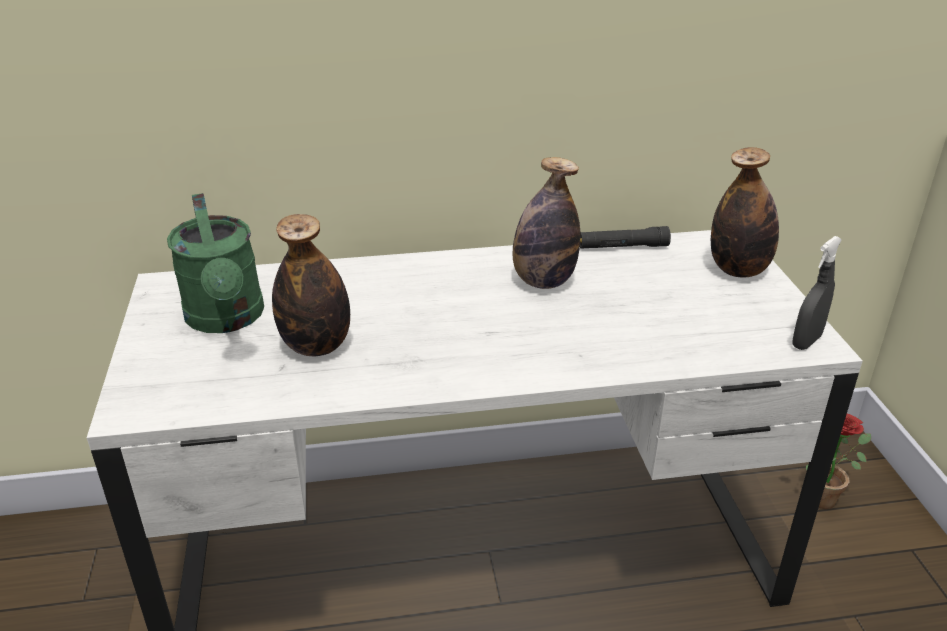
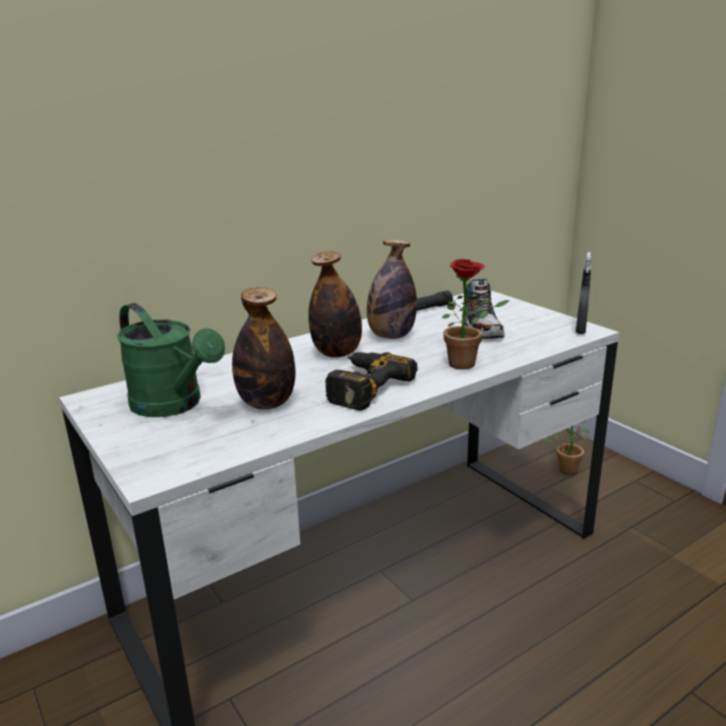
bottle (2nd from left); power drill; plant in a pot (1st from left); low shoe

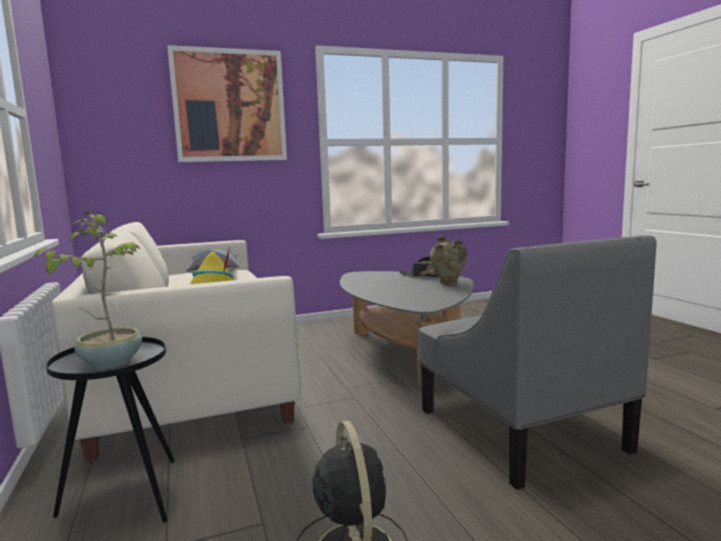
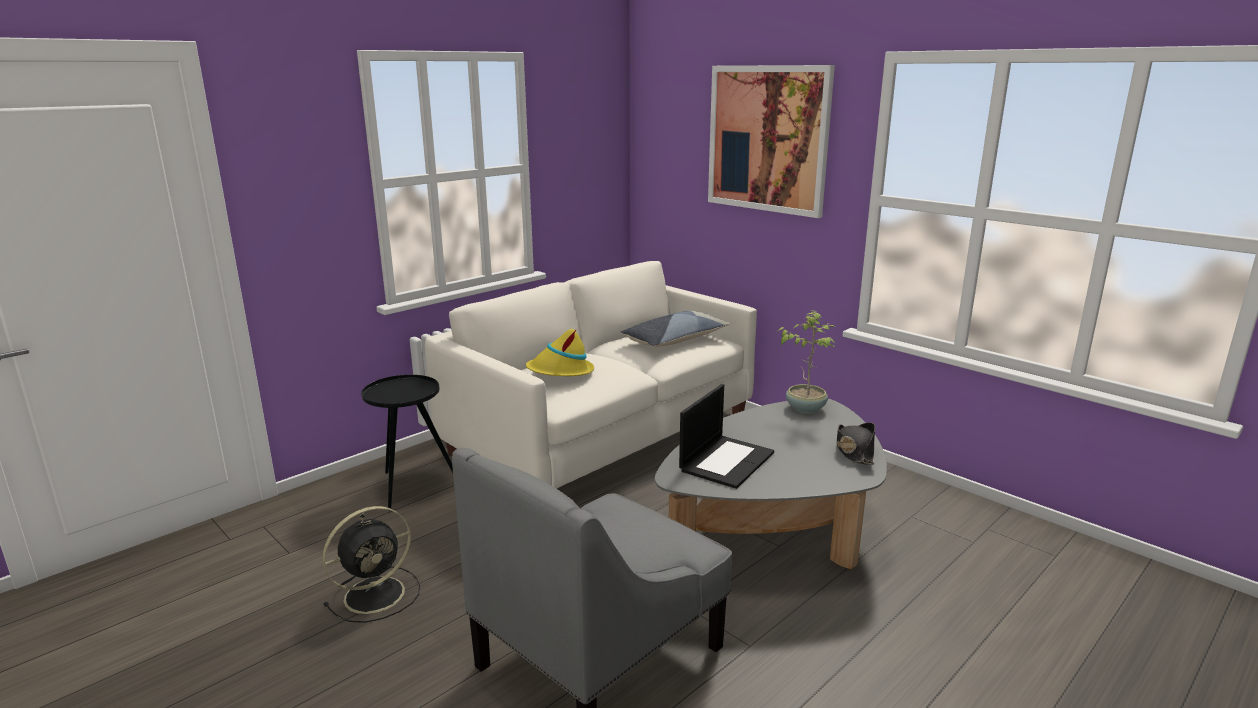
plant in a pot; vase in beige; portable computer

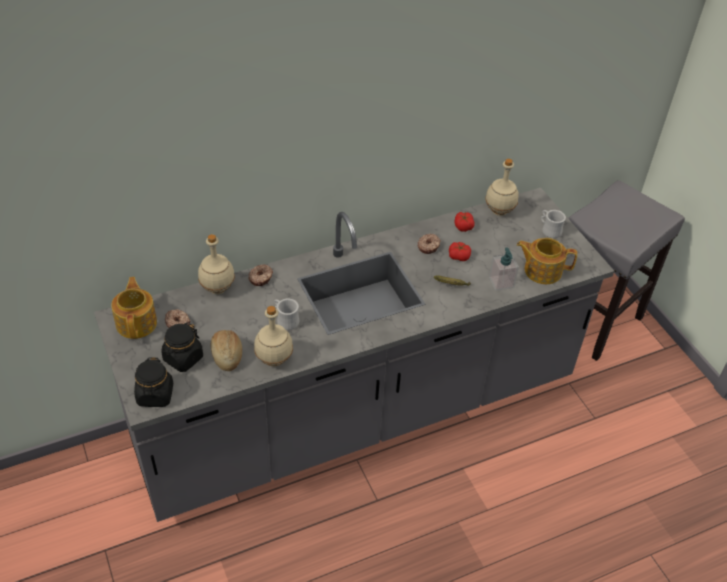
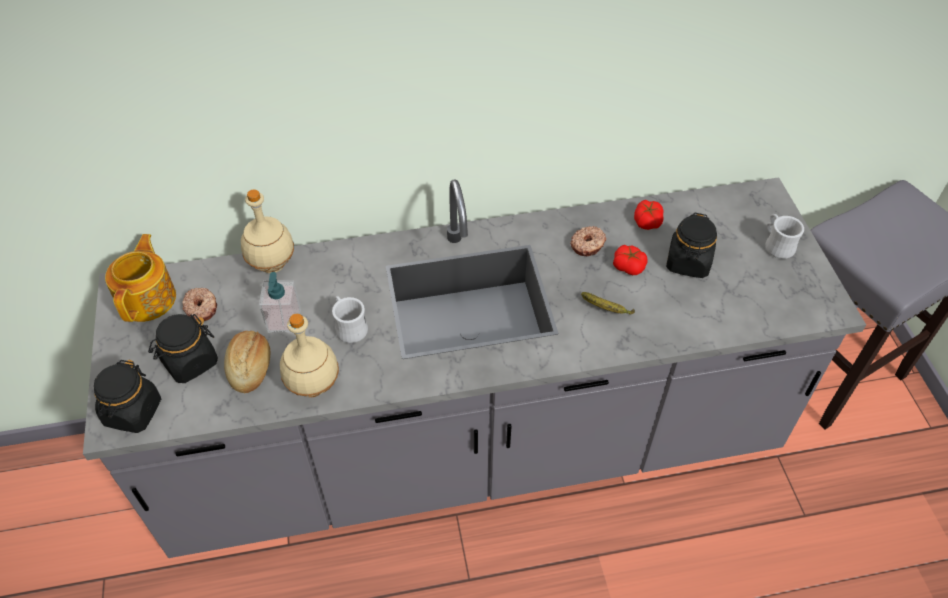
doughnut (2nd from left in the first image); bottle in beige (3rd from left in the first image); soap bottle; teapot (2nd from left in the first image); preserve jar in blackish (3rd from left)

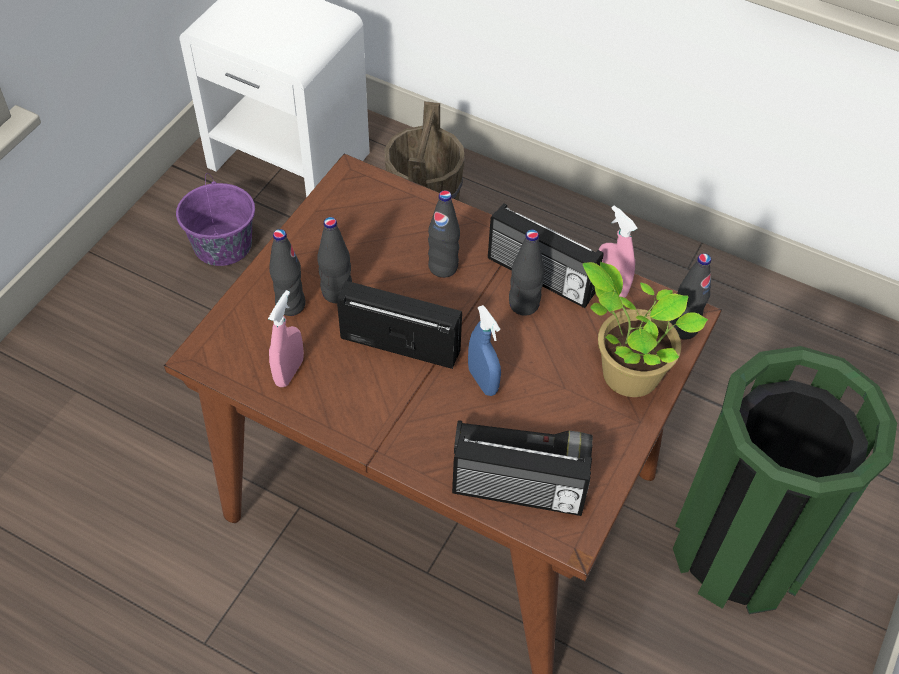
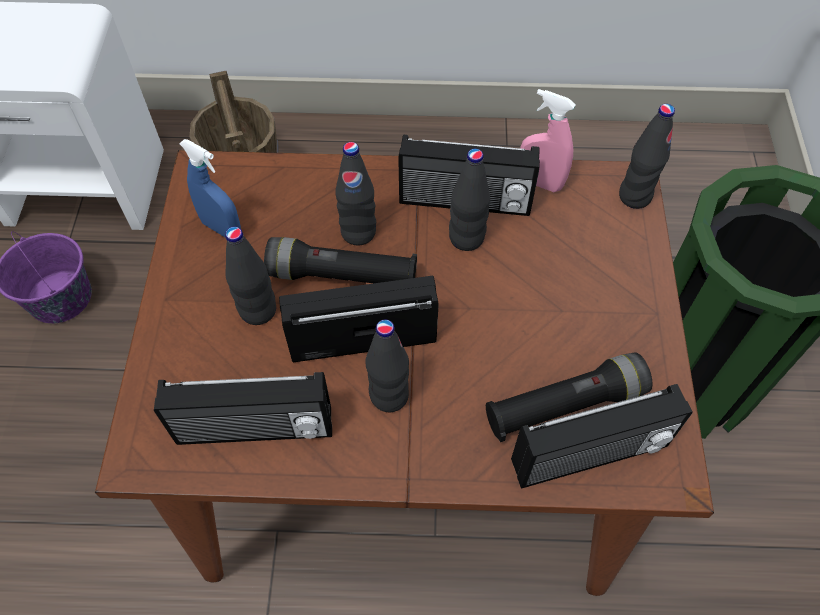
radio (1st from left); bottle in blackish (3rd from left); sprayer in blue; plant in a pot; hand torch in blackish (1st from left)

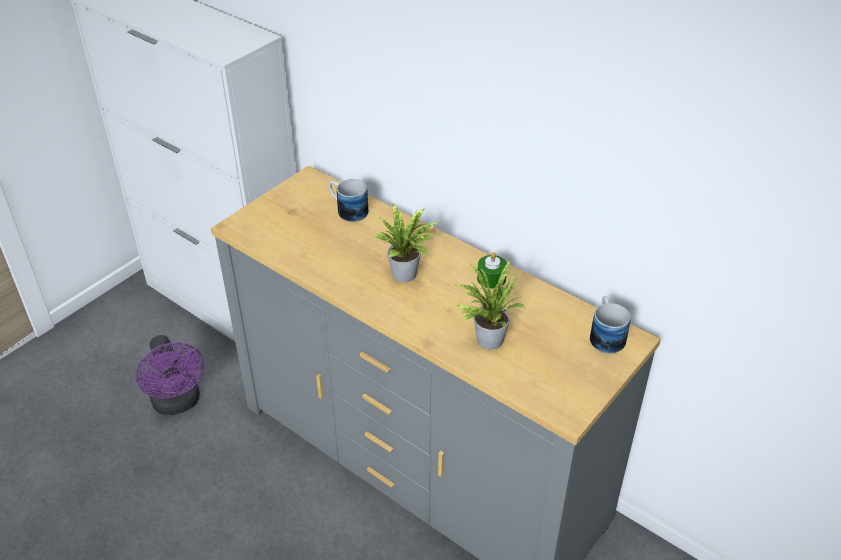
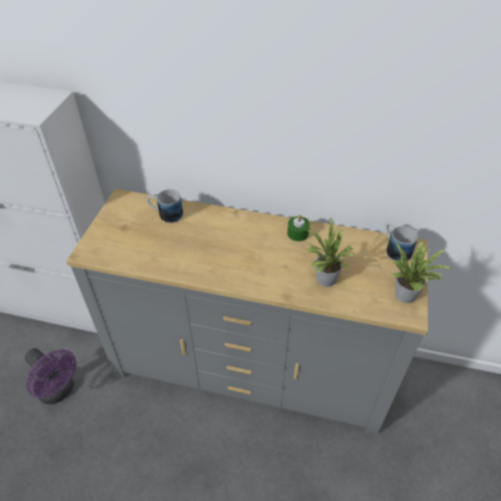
plant in a pot (2nd from left)

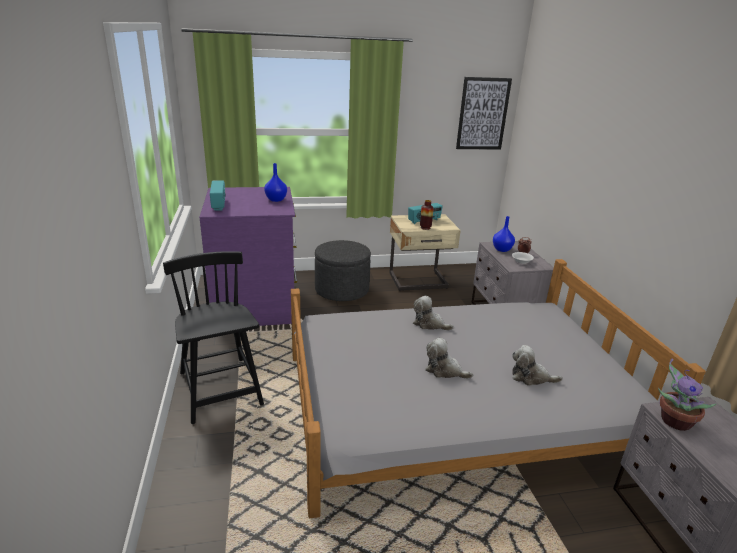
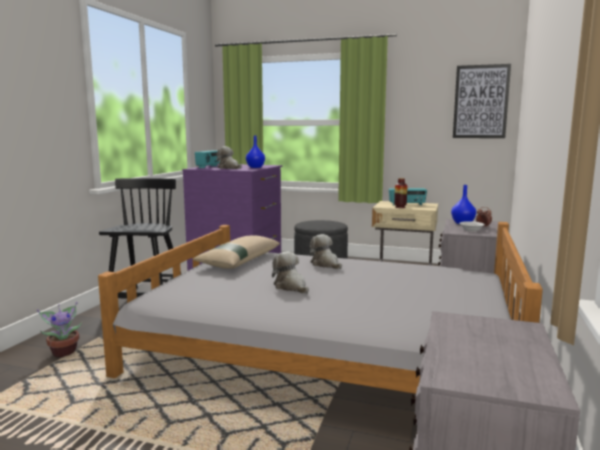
cuddly toy (1st from left); plant in a pot; throw pillow in beige

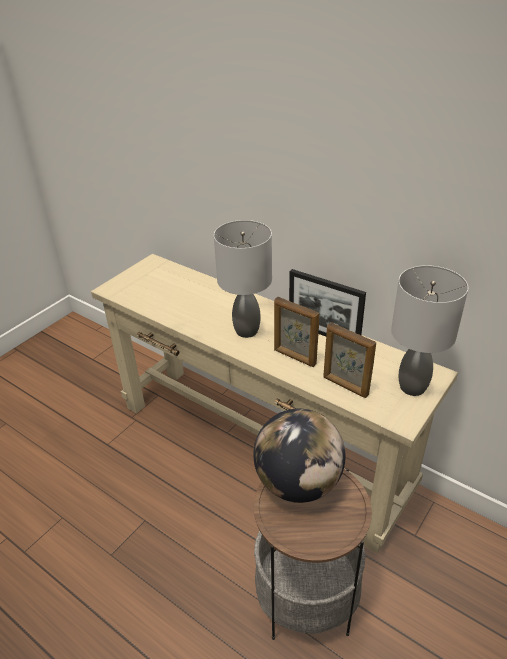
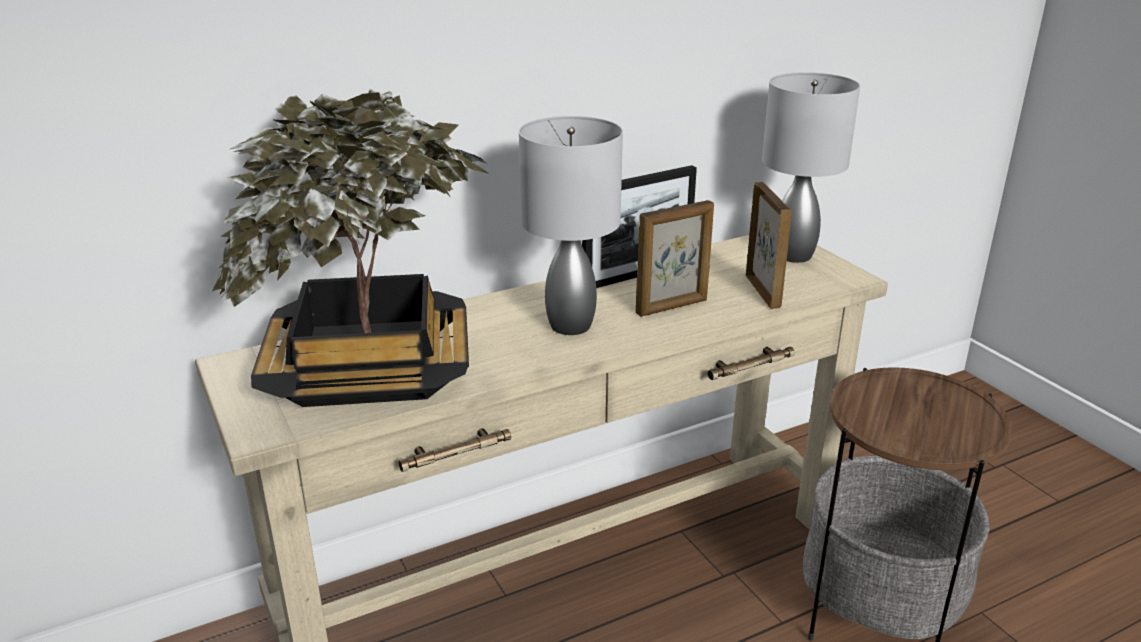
desk globe; picture frame (3rd from left); plant in a pot

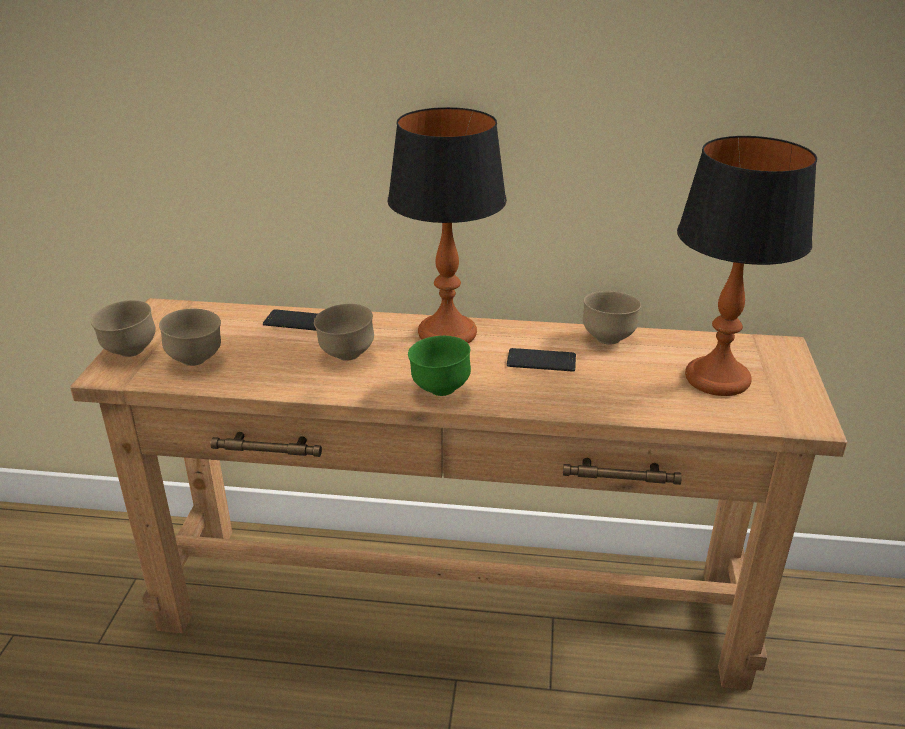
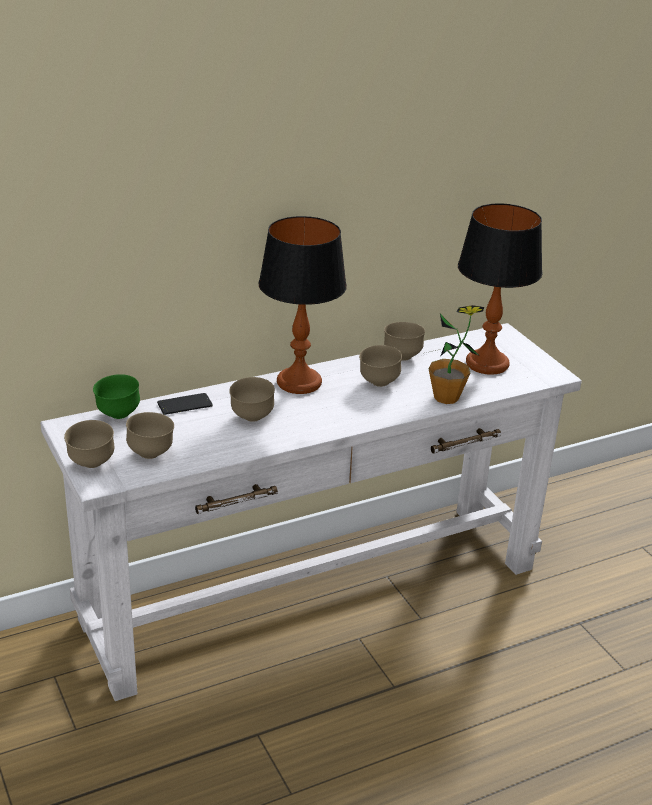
console table in white-coloured; bowl in green-coloured; bowl in brown (4th from left); plant in a pot

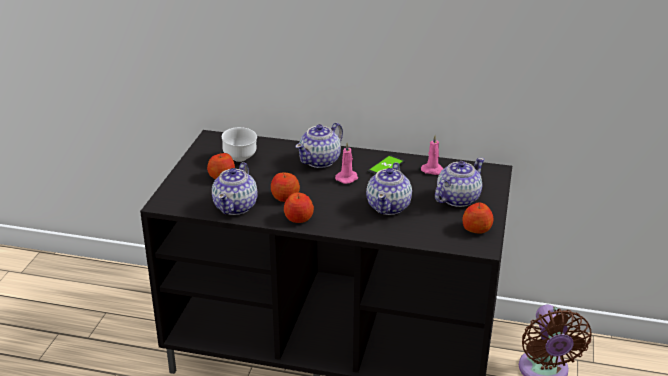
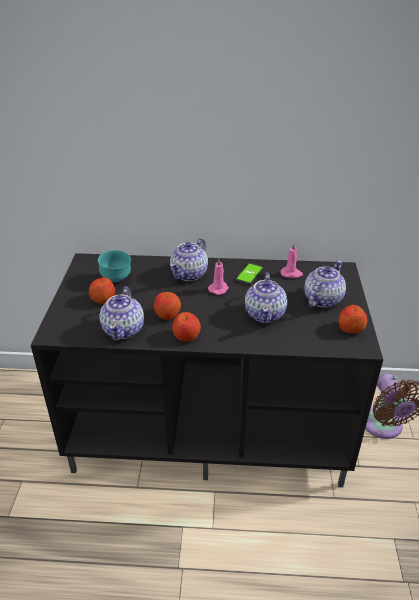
bowl in turquoise-coloured

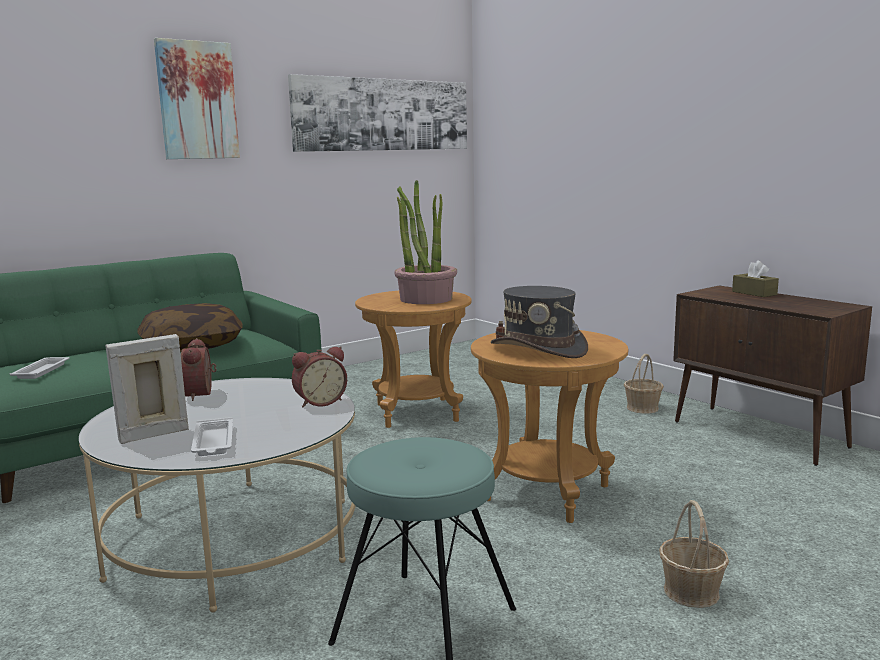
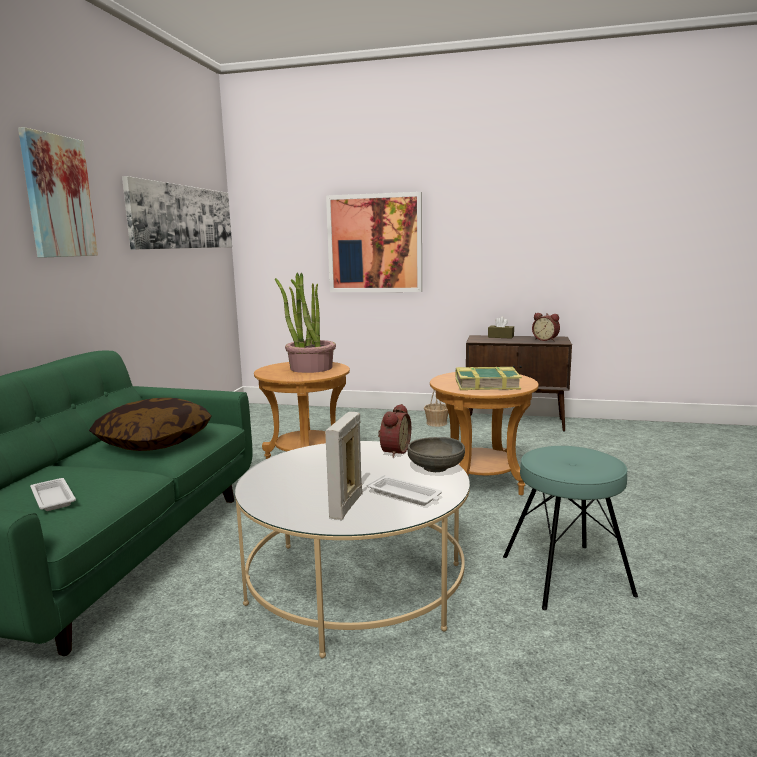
bedside clock (2nd from left); book; storage basket (2nd from left in the first image); picture (3rd from left); bowl in grey

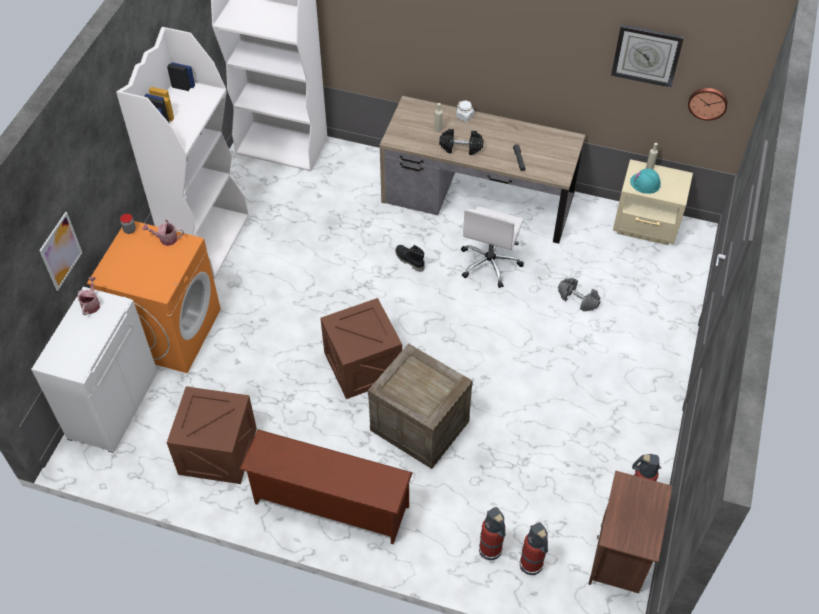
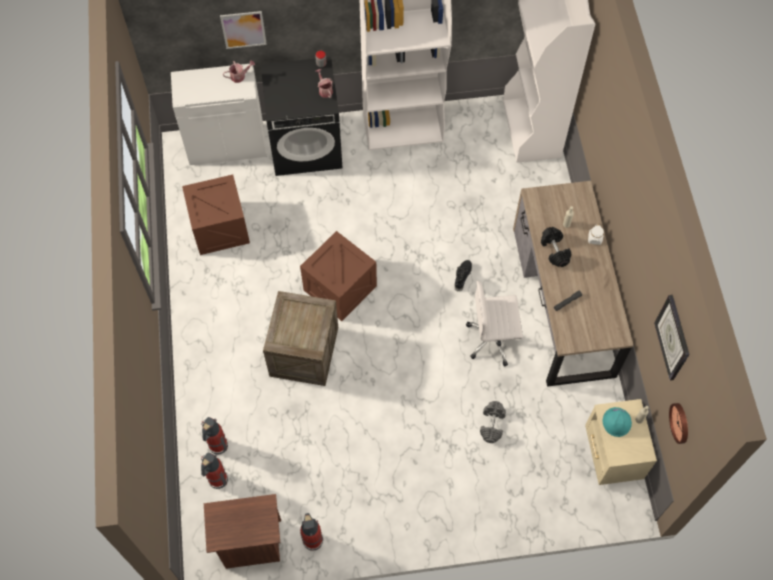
laundry appliance in blackish; shoe shelf in brown

